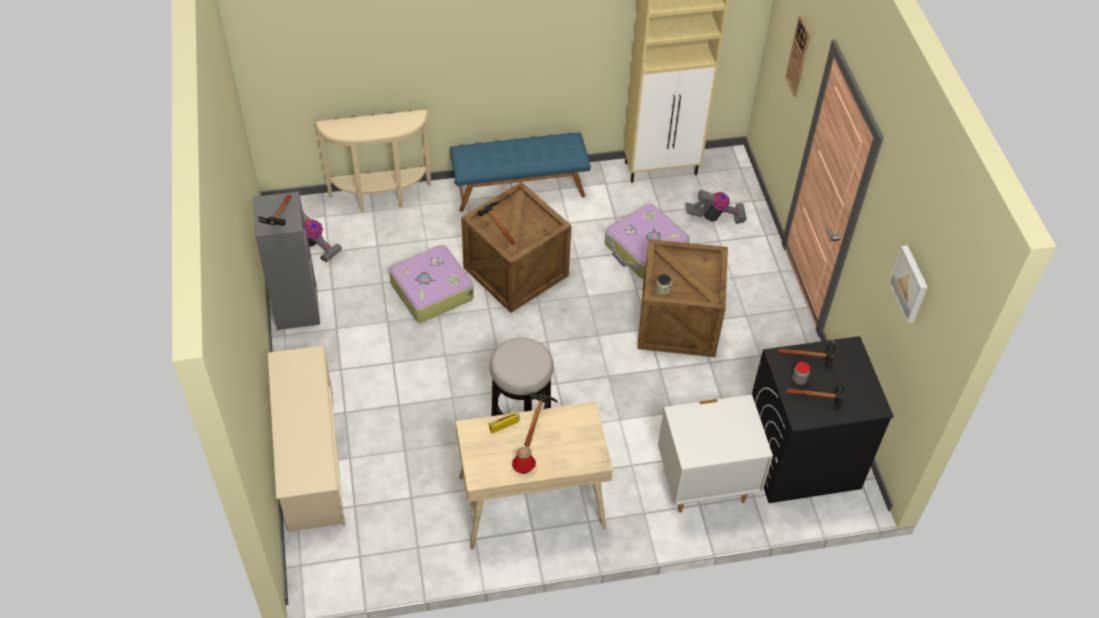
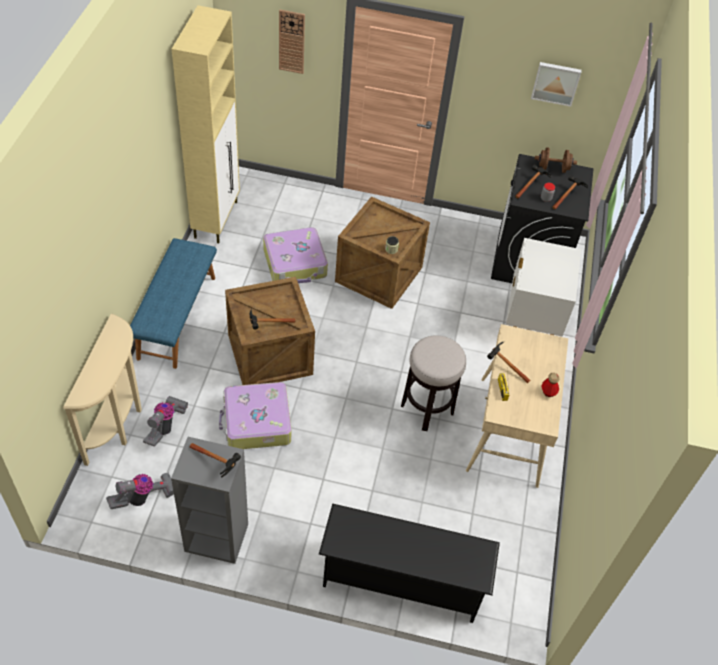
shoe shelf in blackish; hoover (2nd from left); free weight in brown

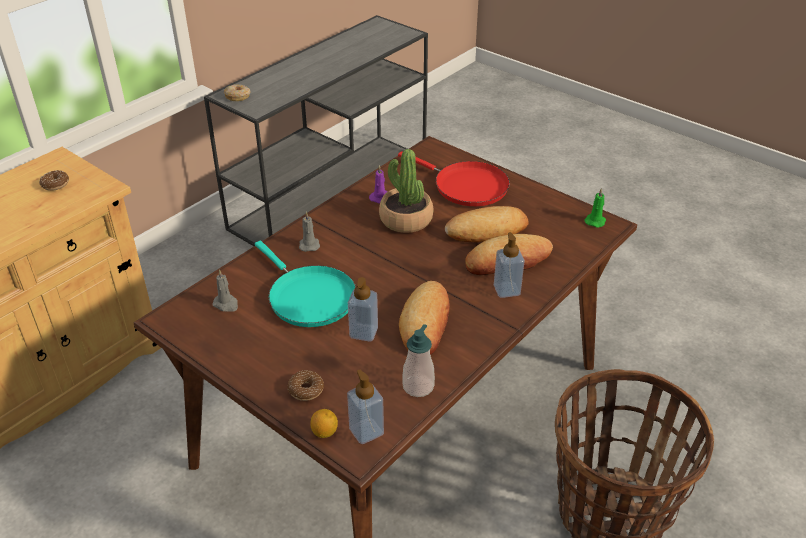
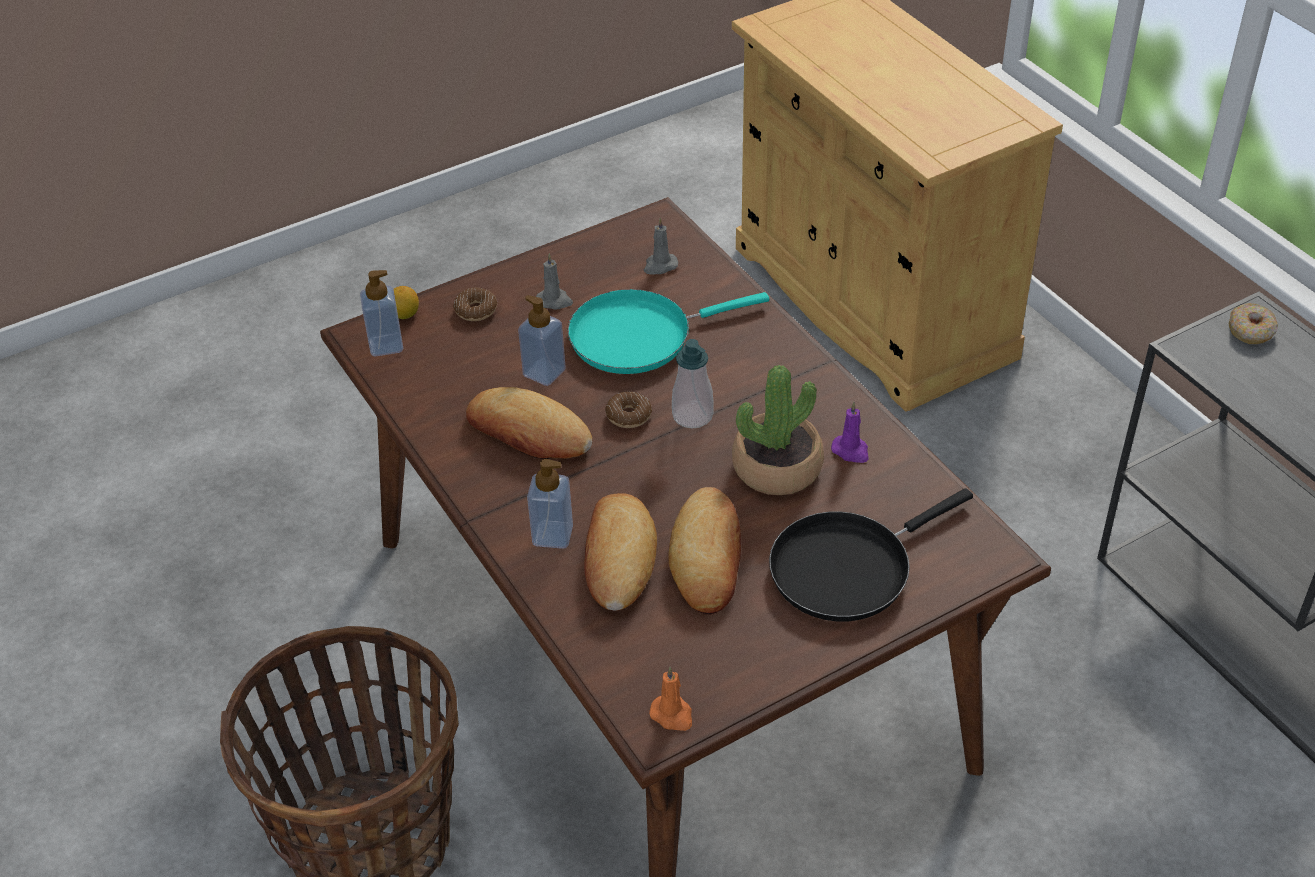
doughnut (2nd from left); wax light in grey (1st from left); skillet in blackish; soap bottle (4th from left); wax light in orangey

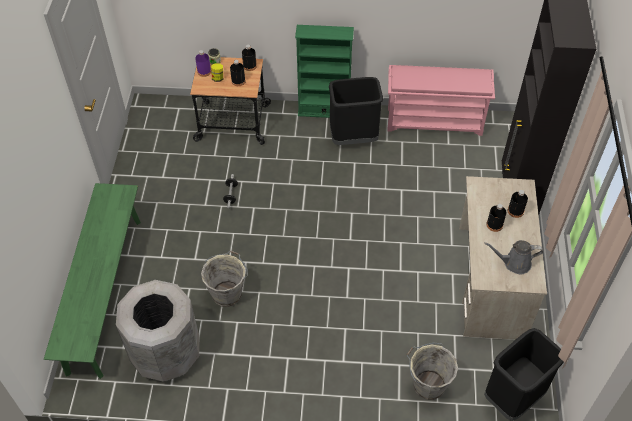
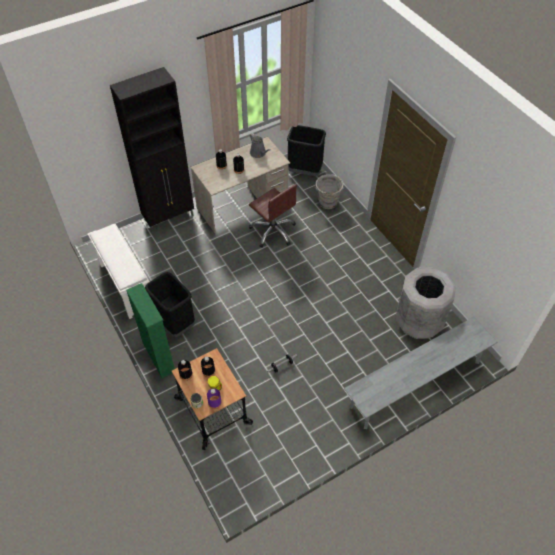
long seat in grey; pail in grey (1st from left in the first image); shoe shelf in white-coloured; computer chair in brown

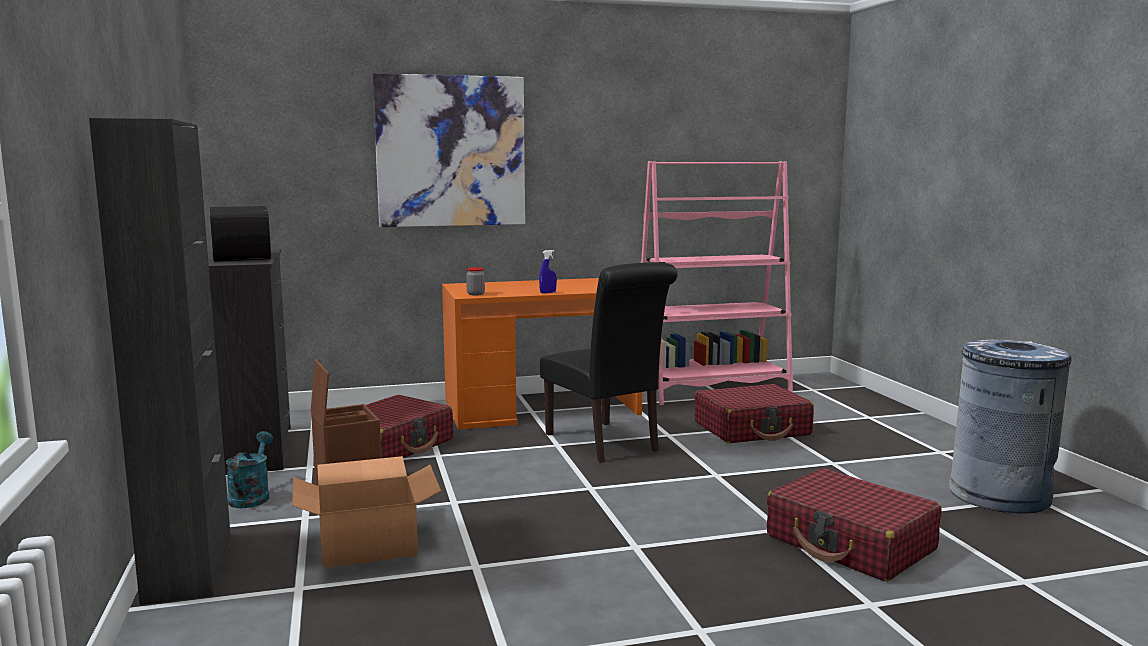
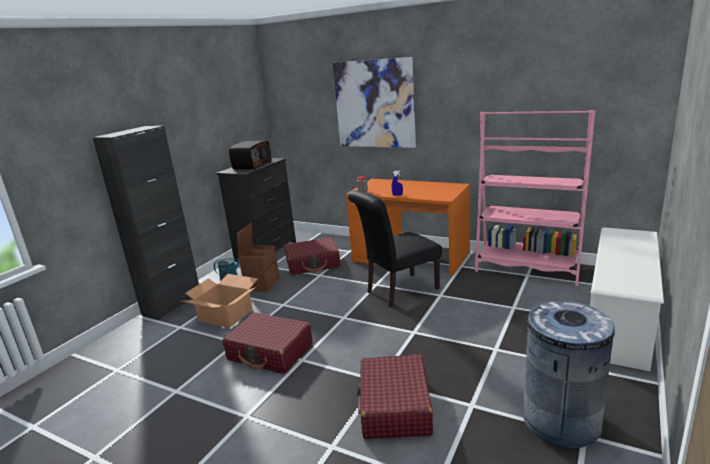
upright chair in blackish; piece of luggage in reddish (1st from left); shoe shelf in white-coloured

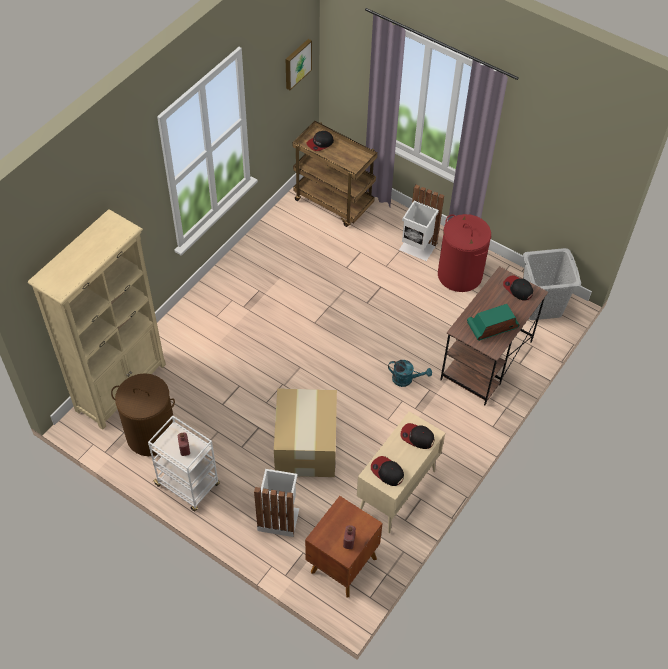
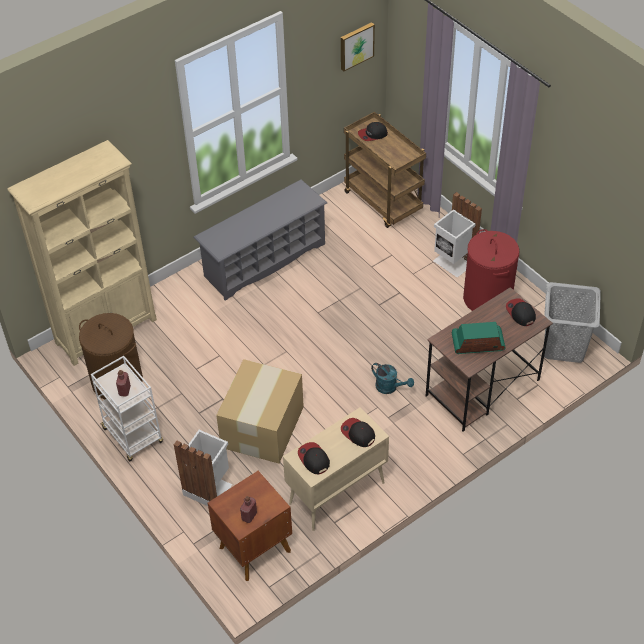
shoe shelf in grey

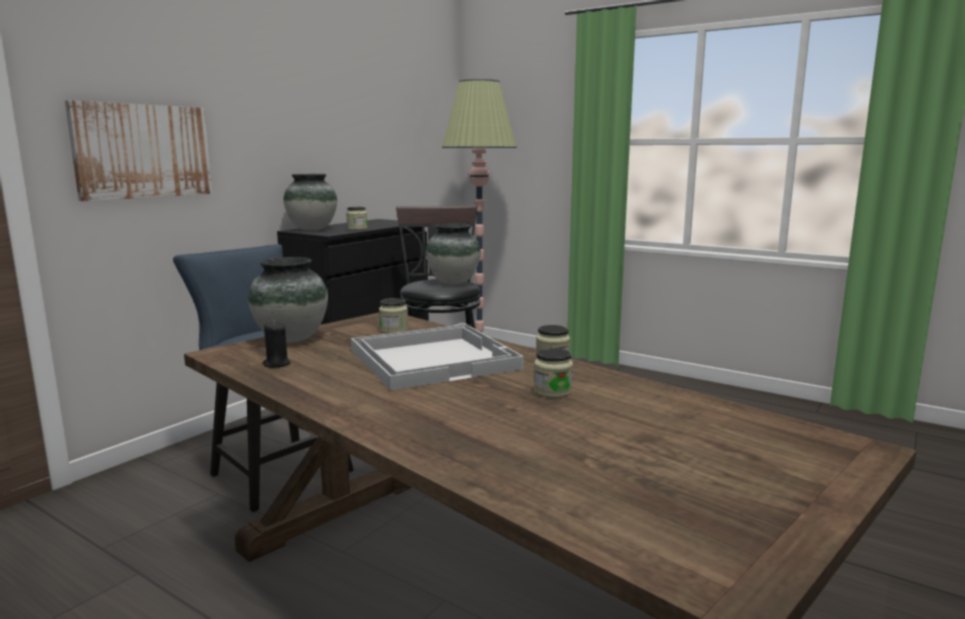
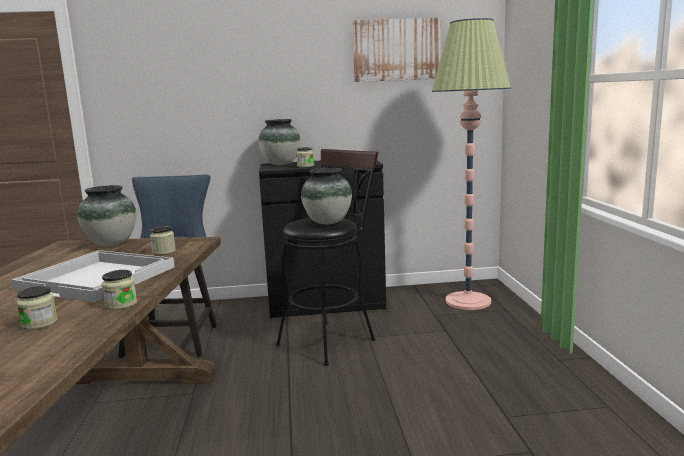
picture; wax light in blackish

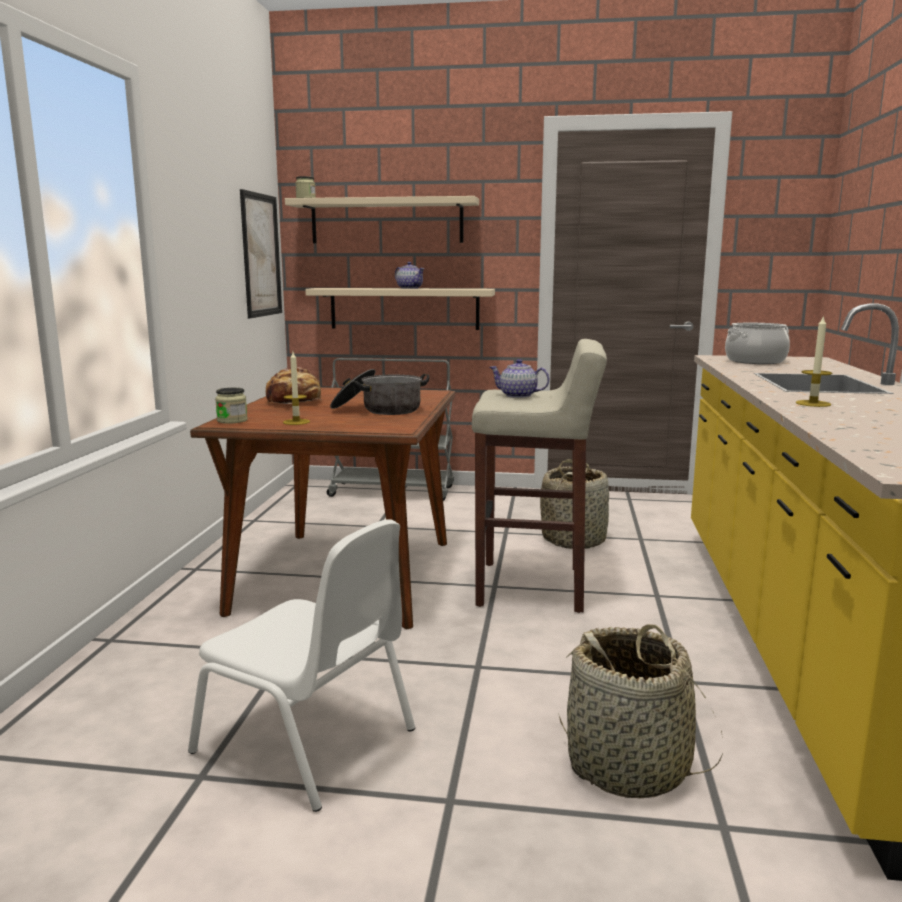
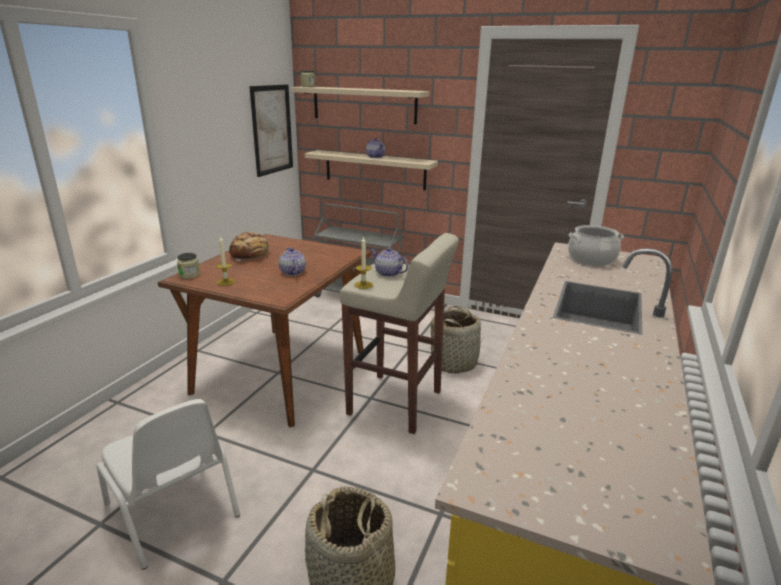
teapot (1st from left); wax light (2nd from left)

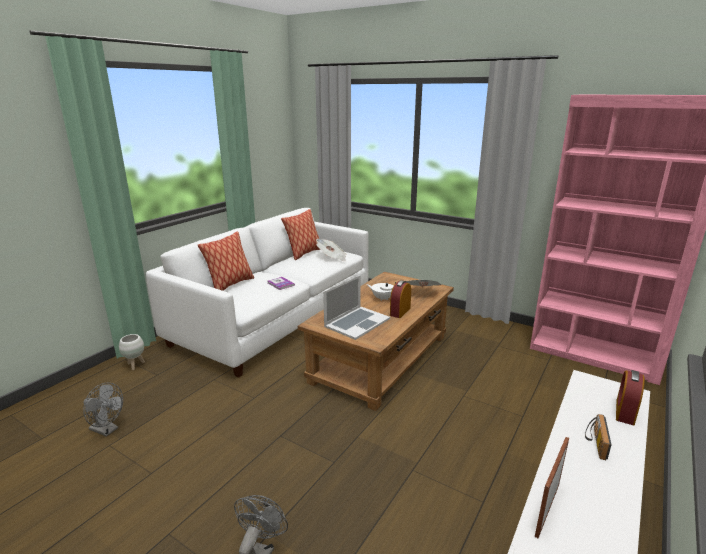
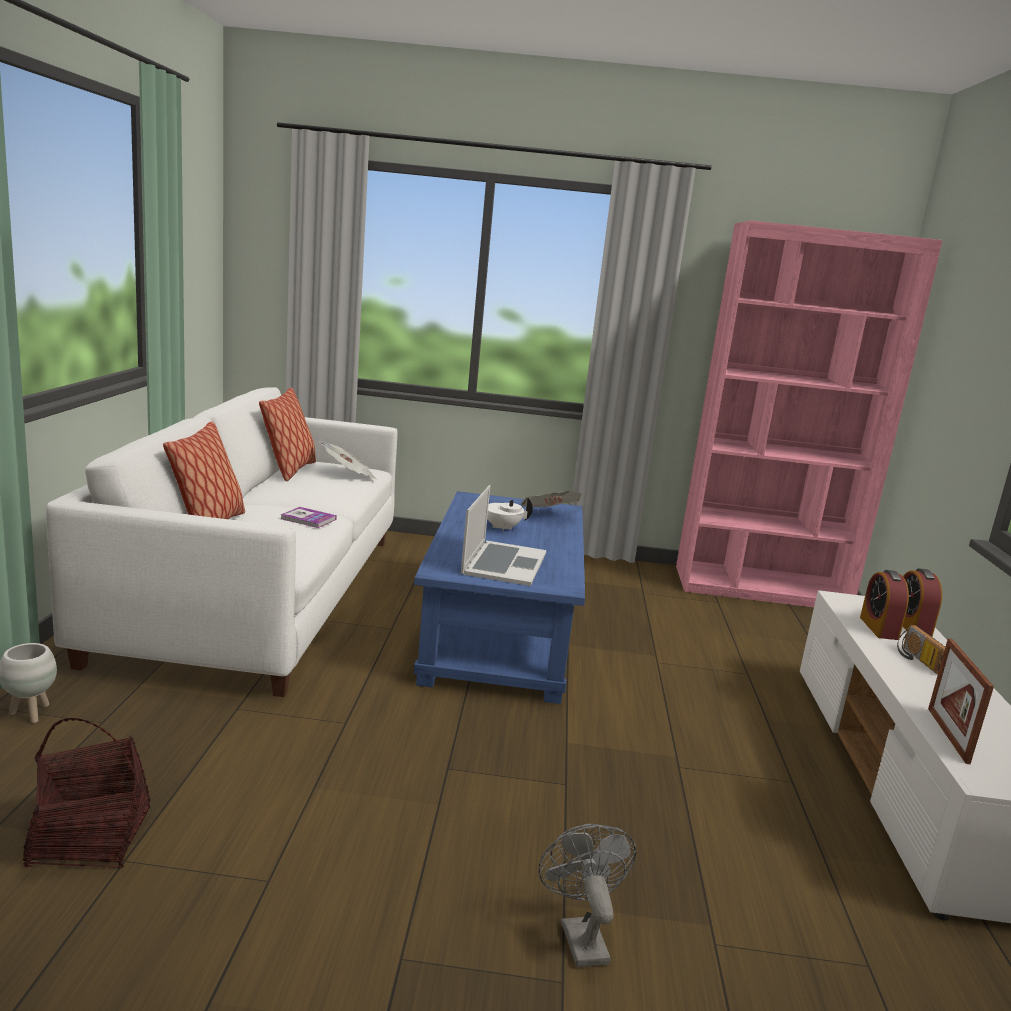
storage basket; lounge table in blue; bedside clock (1st from left)

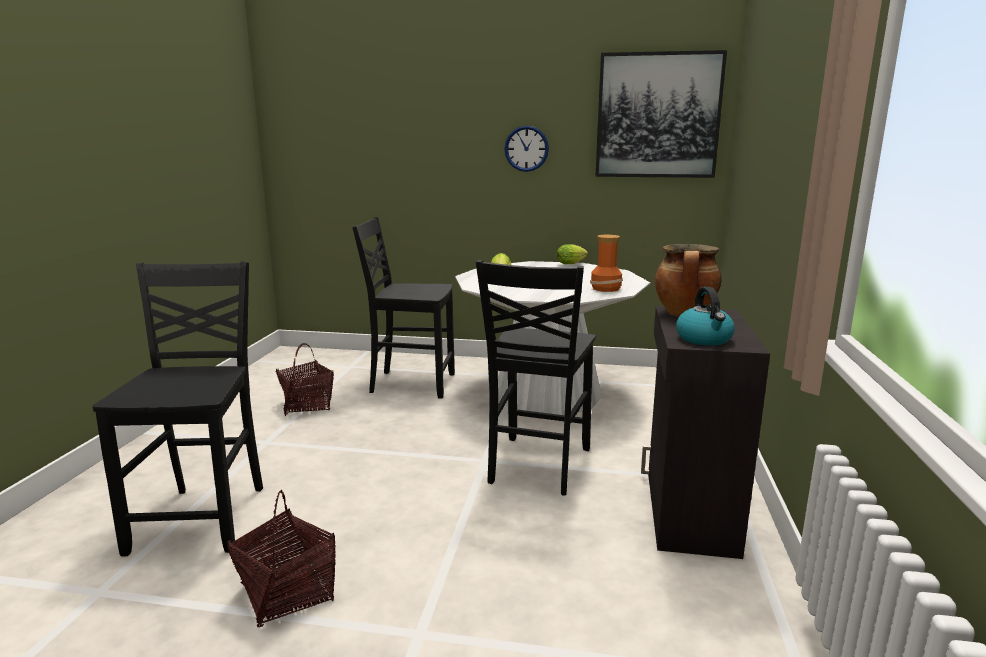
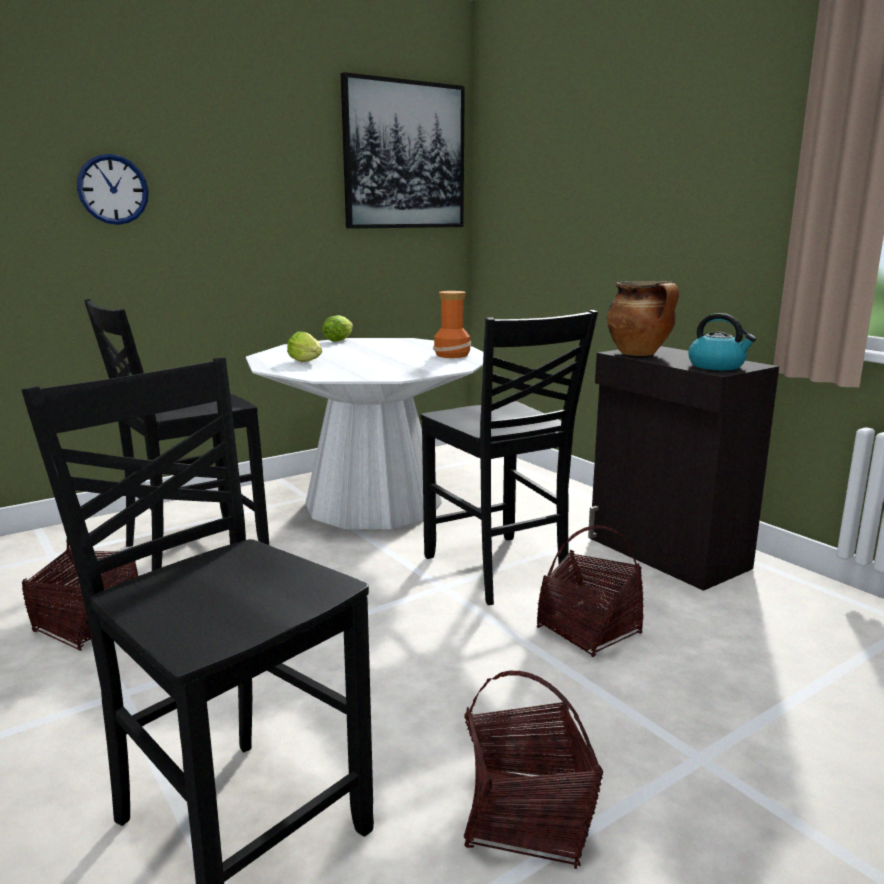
wall clock; storage basket (3rd from left)

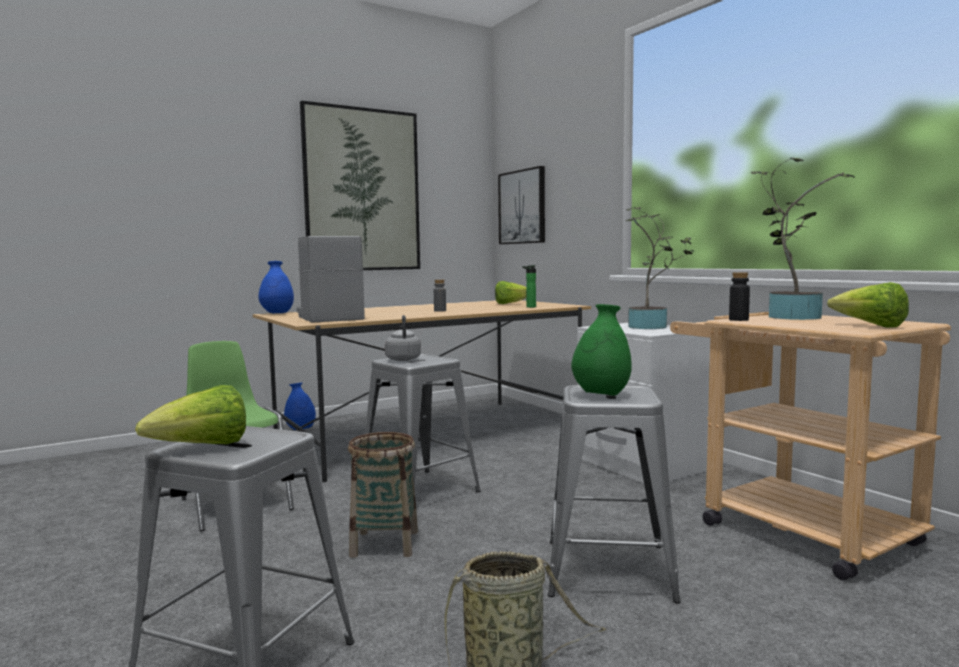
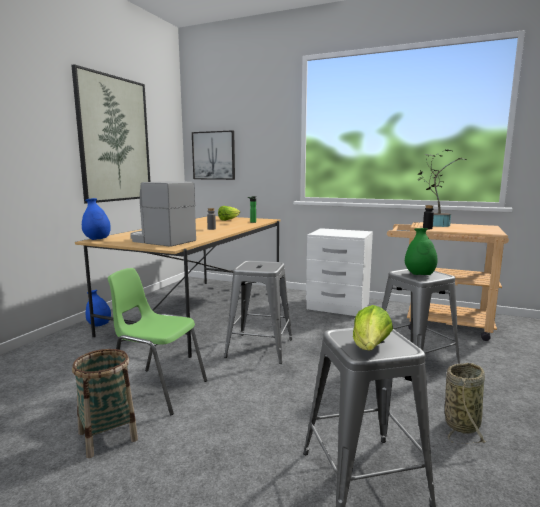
storage basket (1st from left); tea kettle in grey; plant in a pot (1st from left in the first image); head of lettuce (3rd from left in the first image)

